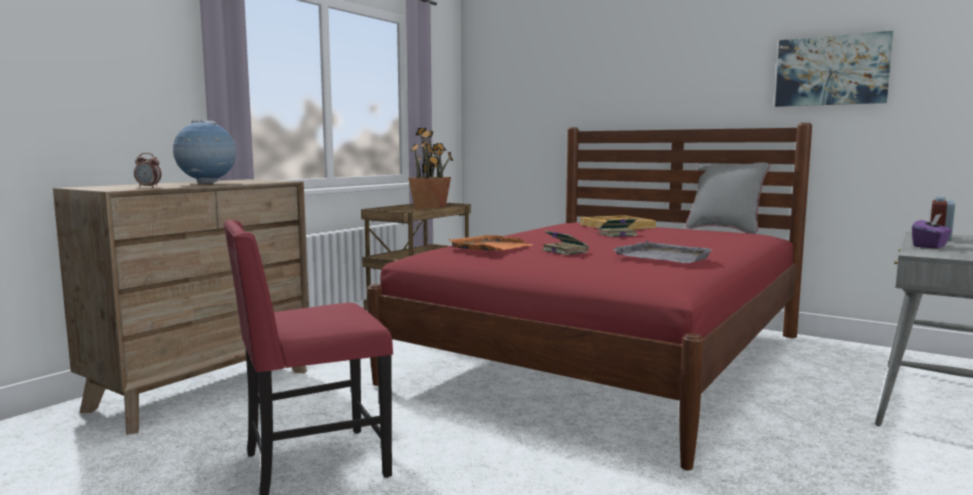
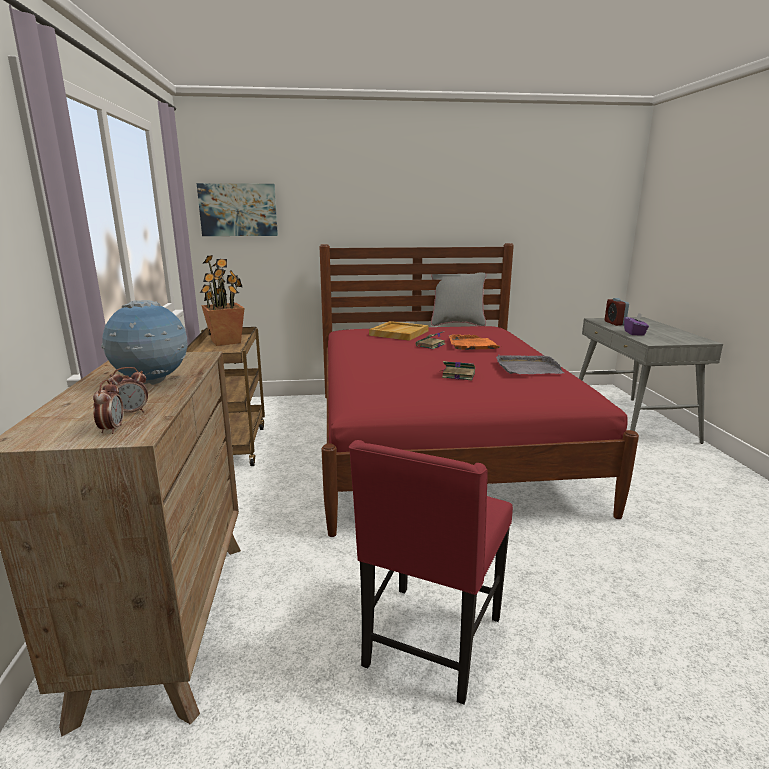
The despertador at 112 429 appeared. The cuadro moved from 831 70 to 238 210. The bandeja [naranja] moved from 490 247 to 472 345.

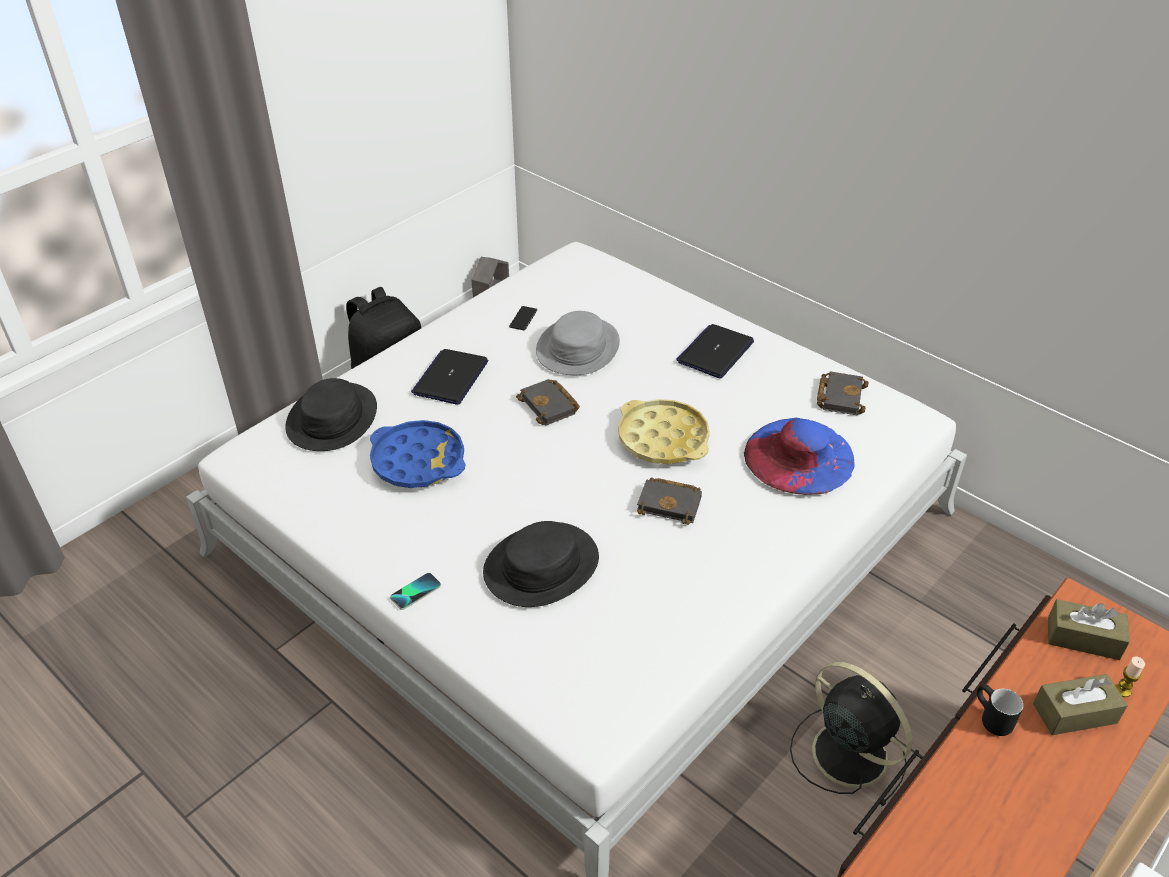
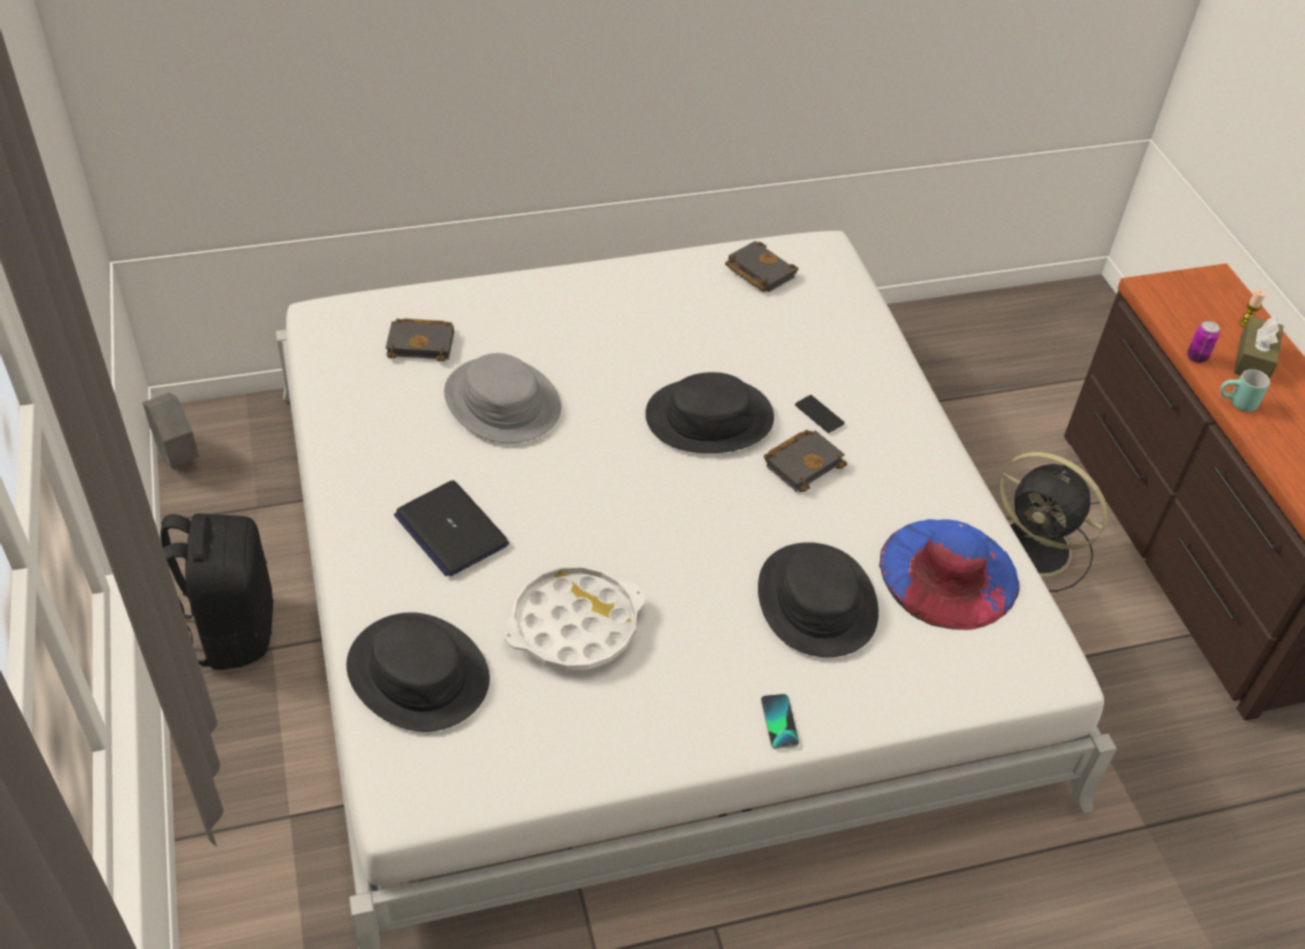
The libro [negro] moved from 550 406 to 422 343. The bandeja [azul] at 418 461 became the bandeja [blanco] at 574 625. The bandeja [amarillo] at 663 438 was replaced by the sombrero [negro] at 709 417. The móvil moved from 523 319 to 819 414. The sombrero [azul] moved from 799 456 to 948 573. The ventilador [negro] at 846 752 turned 135 degrees counterclockwise. The lata at 1196 357 appeared. The taza grande [negro] at 989 719 became the taza grande [turquesa] at 1237 404. The portátil at 715 352 disappeared. The caja de pañuelos [marrón] at 1083 638 disappeared.

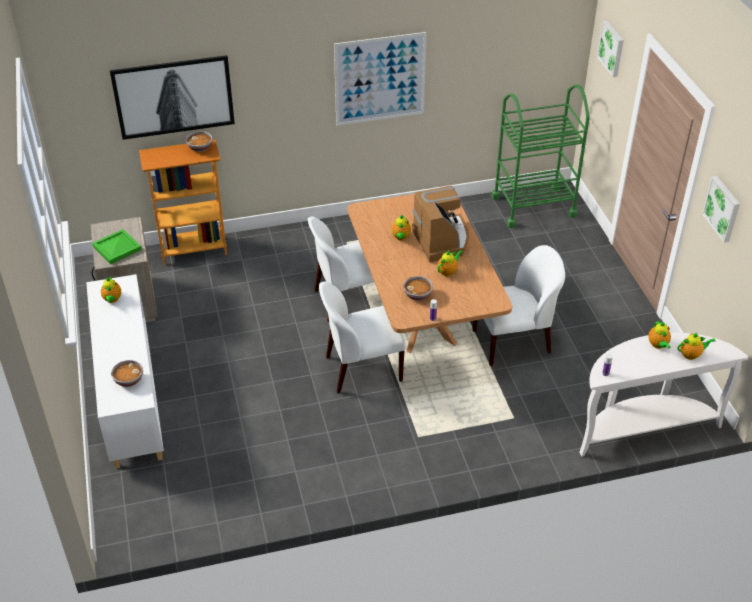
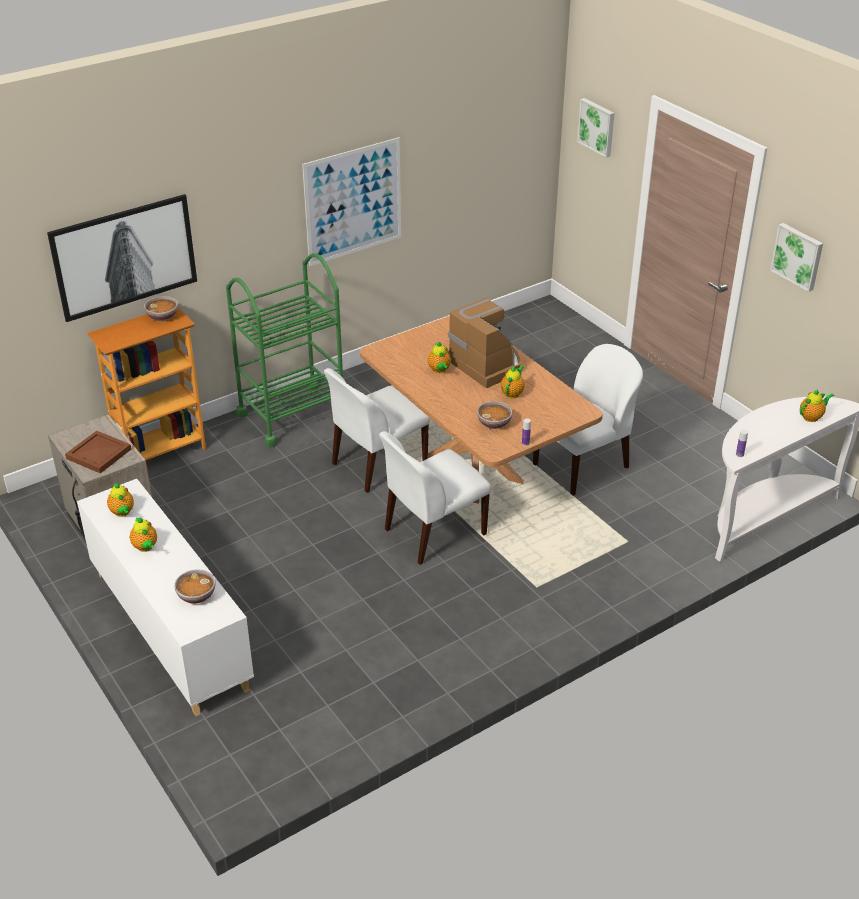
The bandeja [verde] at 117 249 became the bandeja [marrón] at 99 454. The tetera moved from 658 345 to 145 547. The carrito [verde] moved from 533 206 to 292 415.

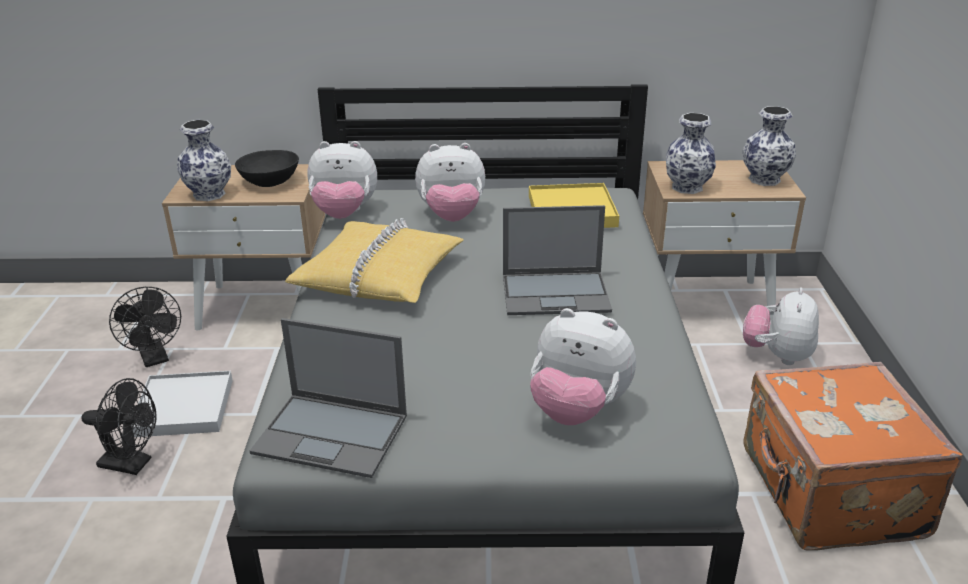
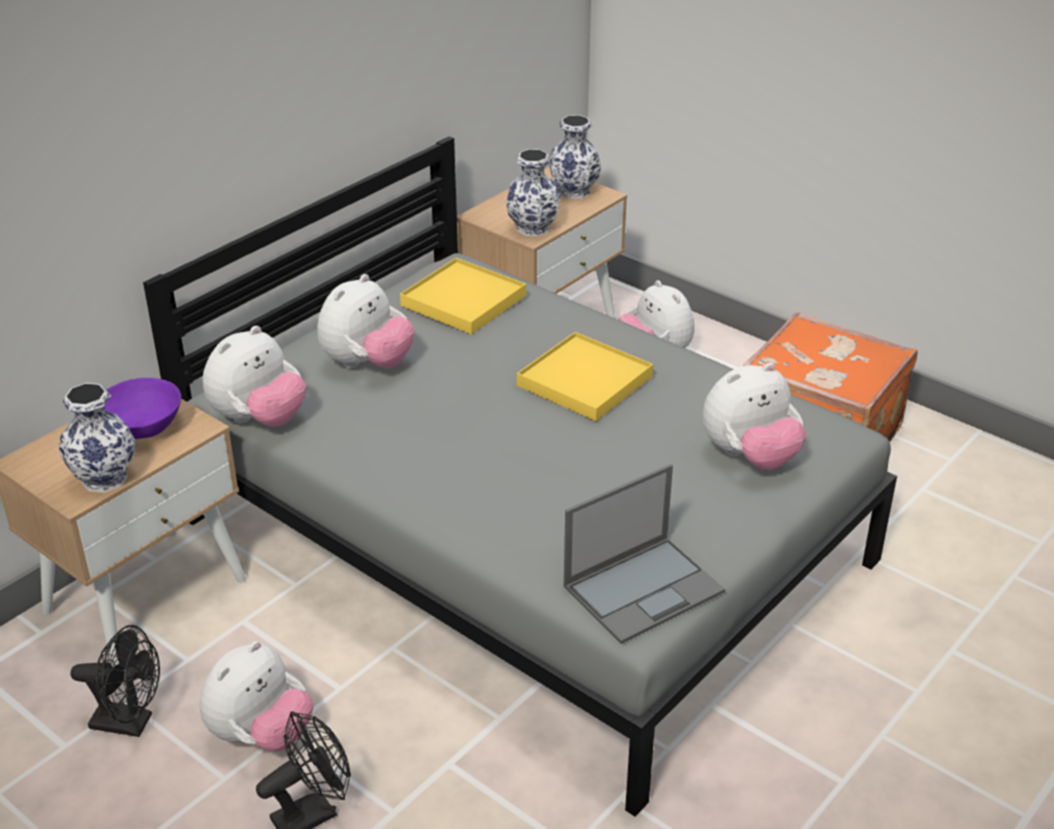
The cuenco [negro] at 270 181 became the cuenco [morado] at 142 427. The bandeja [blanco] at 184 407 was replaced by the peluche at 261 735. The portátil at 556 293 was replaced by the bandeja [amarillo] at 584 381. The cojín [amarillo] at 379 275 disappeared.

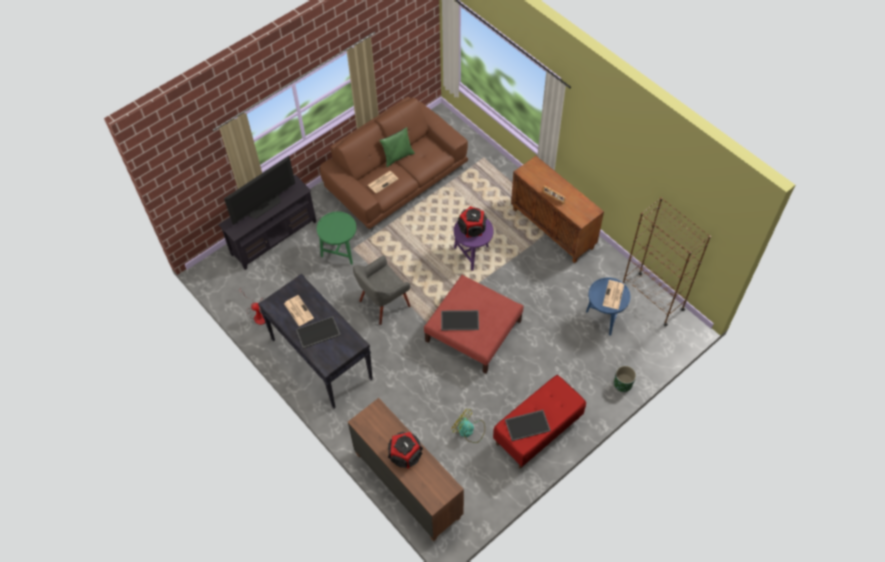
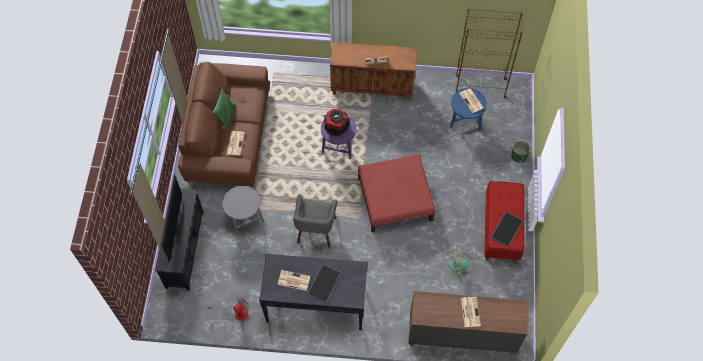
The mesa auxiliar [verde] at 340 251 became the mesa auxiliar [gris] at 245 219. The altavoz at 405 454 was replaced by the periódico at 470 311. The bandeja at 460 320 disappeared.

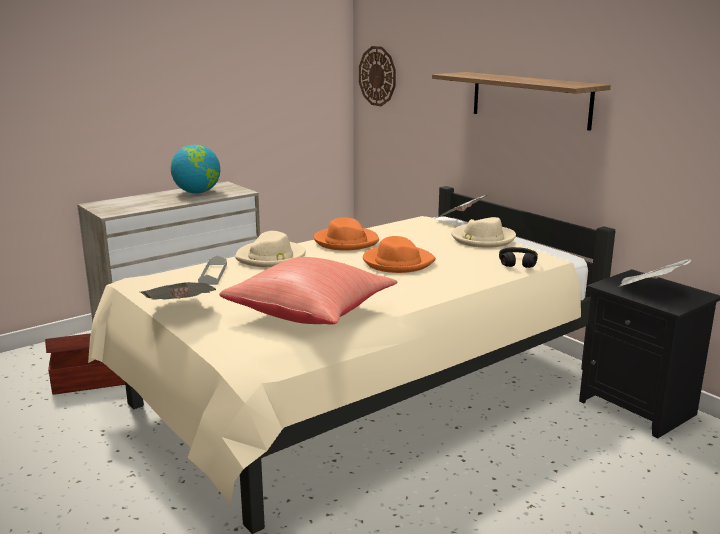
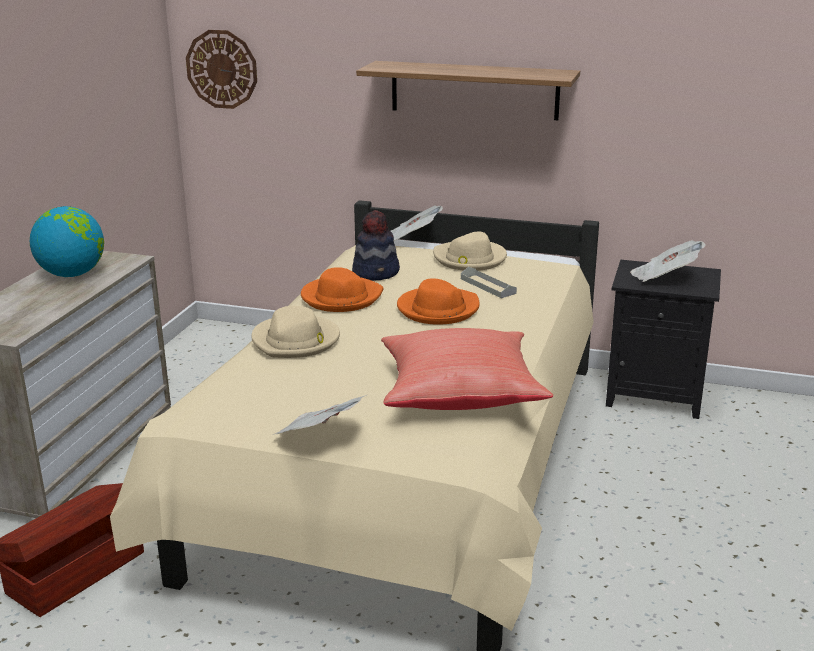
The sombrero at 376 273 appeared. The bandeja [gris] moved from 213 274 to 488 286. The auriculares [negro] at 517 263 disappeared.

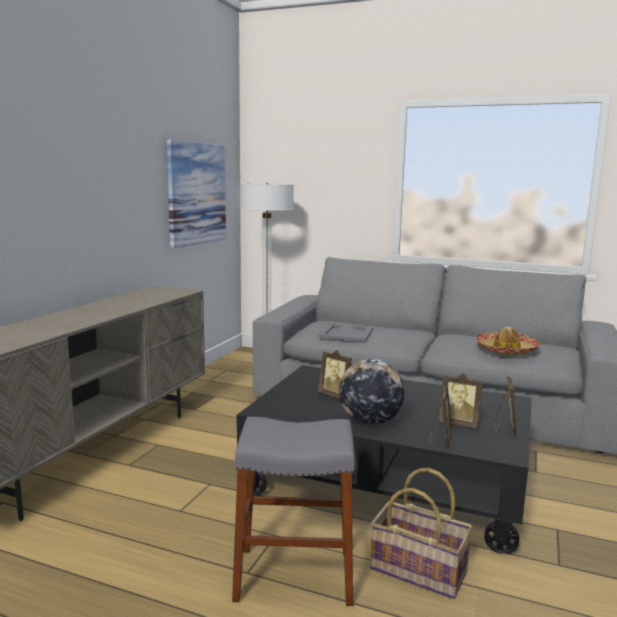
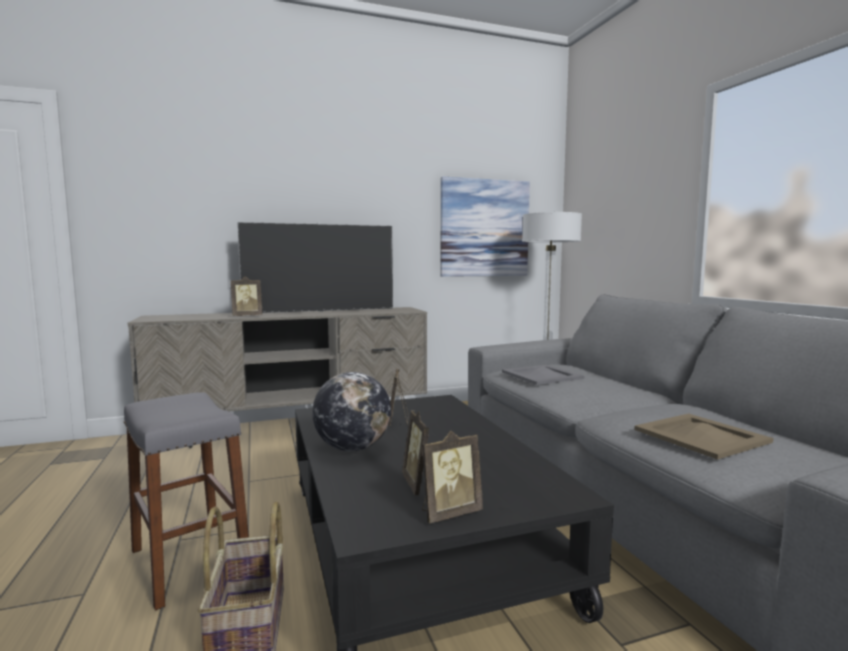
The portarretratos moved from 440 439 to 247 316. The televisor at 320 311 appeared. The sombrero at 506 350 was replaced by the bandeja [beis] at 699 435.

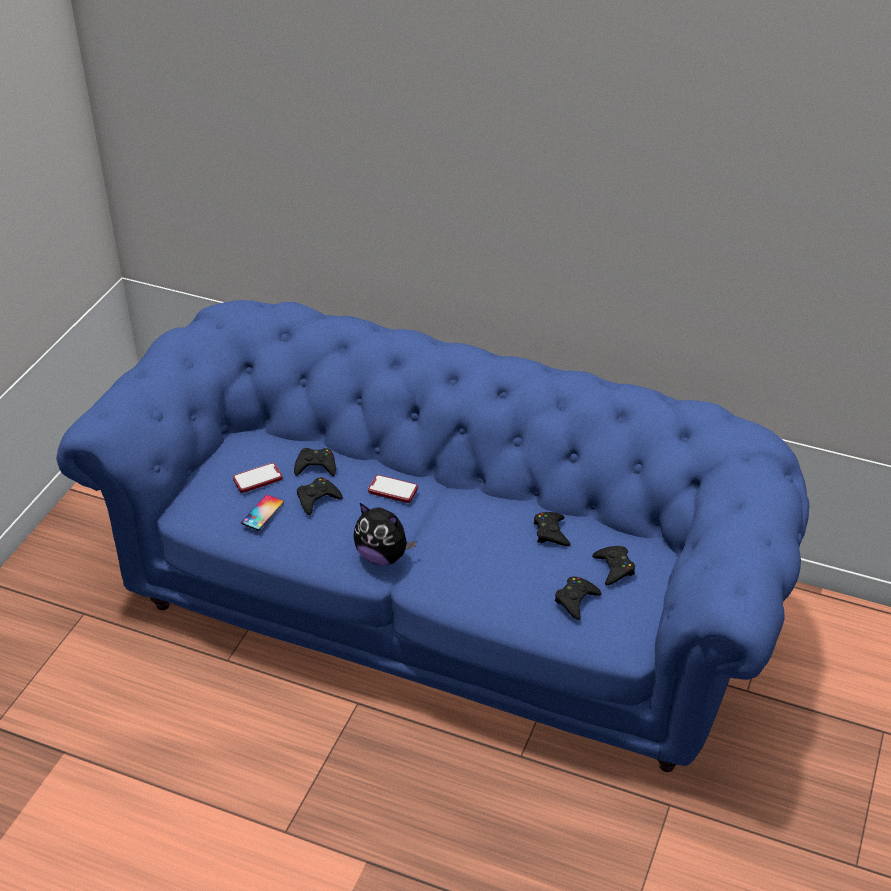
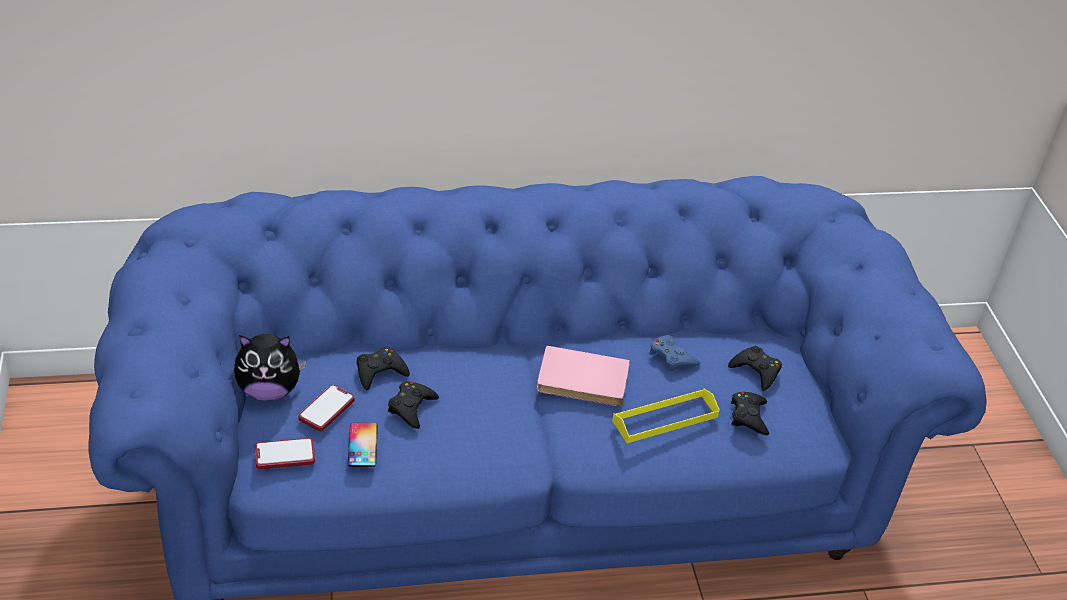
The peluche moved from 383 556 to 269 390. The móvil moved from 393 490 to 285 455. The libro [rosa] at 582 381 appeared. The bandeja [amarillo] at 665 419 appeared. The mando de consola [negro] at 551 532 became the mando de consola [azul] at 671 357.

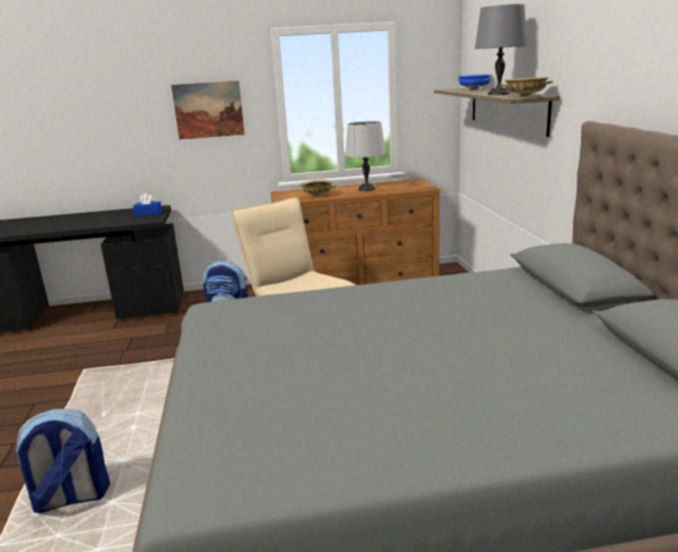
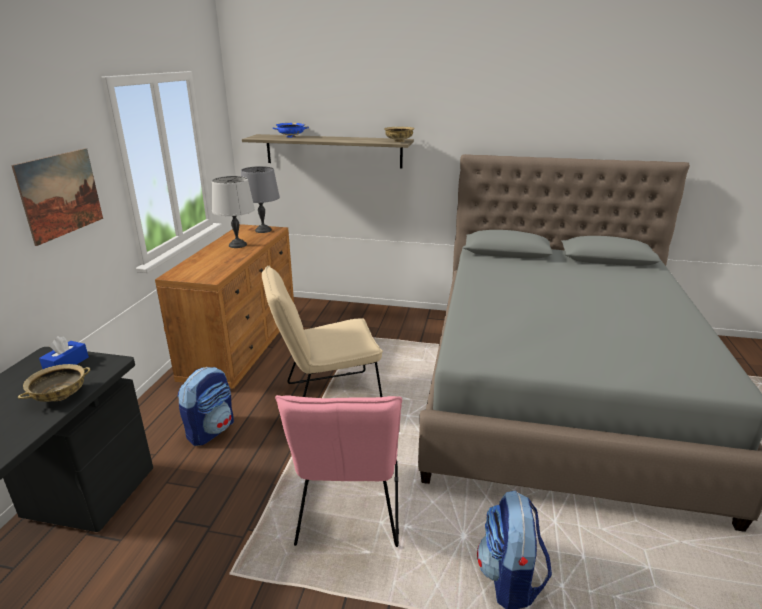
The cuenco [beis] moved from 317 195 to 59 396. The lámpara de mesa [gris] moved from 499 94 to 263 230. The silla [rosa] at 348 511 appeared.

